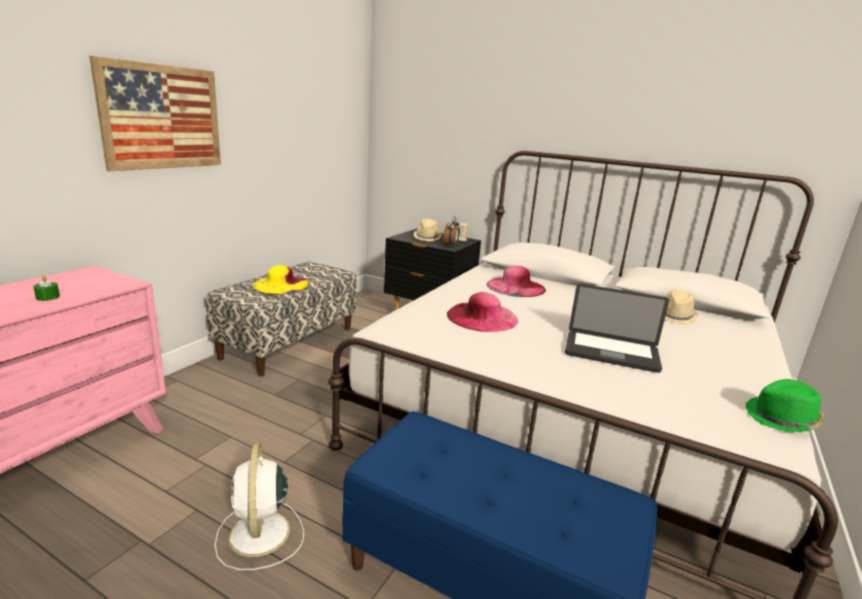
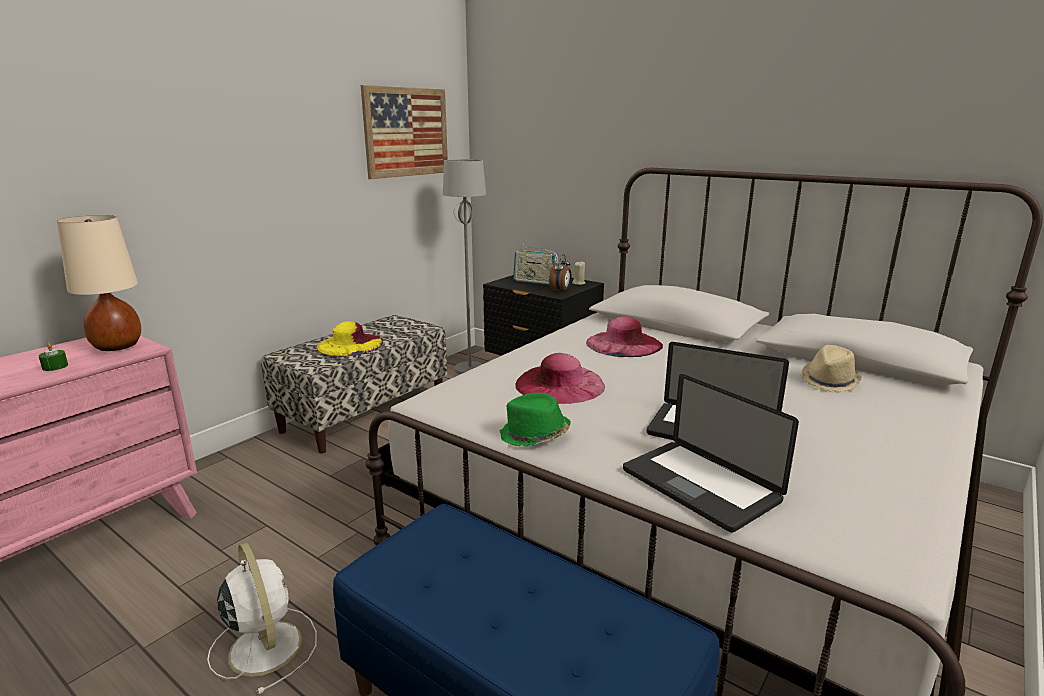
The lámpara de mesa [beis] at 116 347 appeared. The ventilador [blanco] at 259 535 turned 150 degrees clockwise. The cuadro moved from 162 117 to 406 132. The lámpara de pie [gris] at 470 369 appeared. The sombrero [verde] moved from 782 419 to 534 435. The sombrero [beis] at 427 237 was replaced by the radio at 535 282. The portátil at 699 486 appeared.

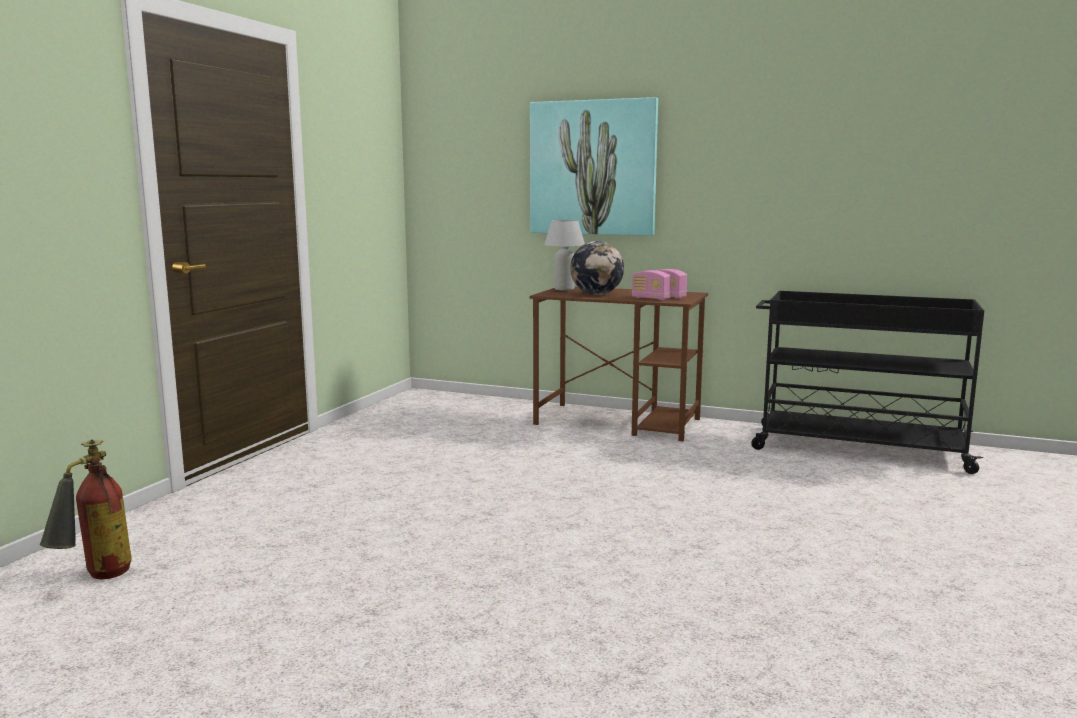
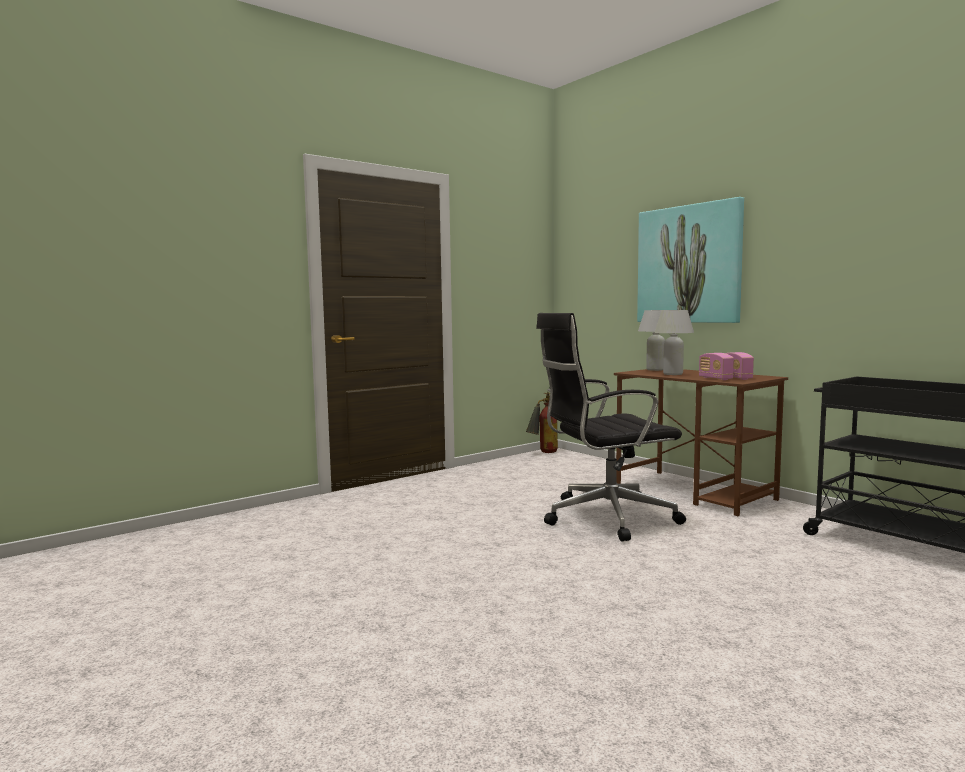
The extintor moved from 95 579 to 543 452. The silla de oficina [negro] at 605 517 appeared. The globo terráqueo at 596 294 was replaced by the lámpara de mesa [blanco] at 673 374.

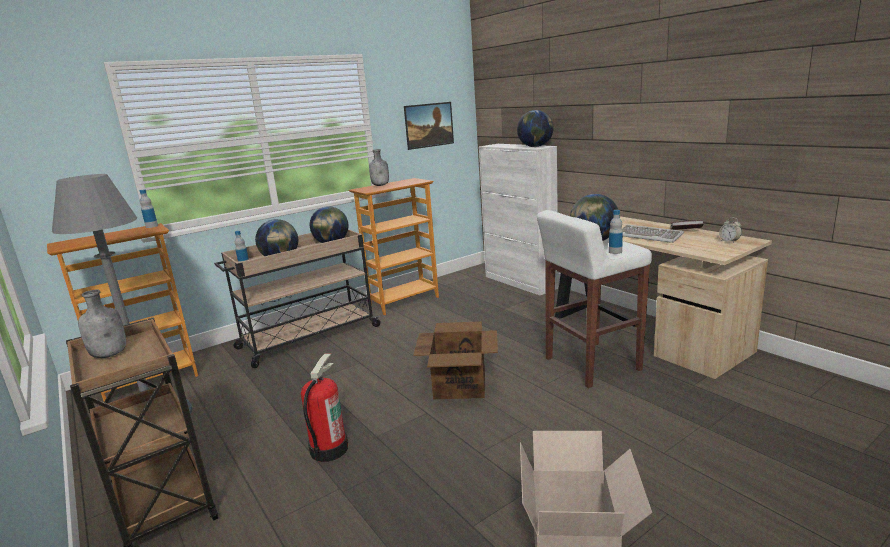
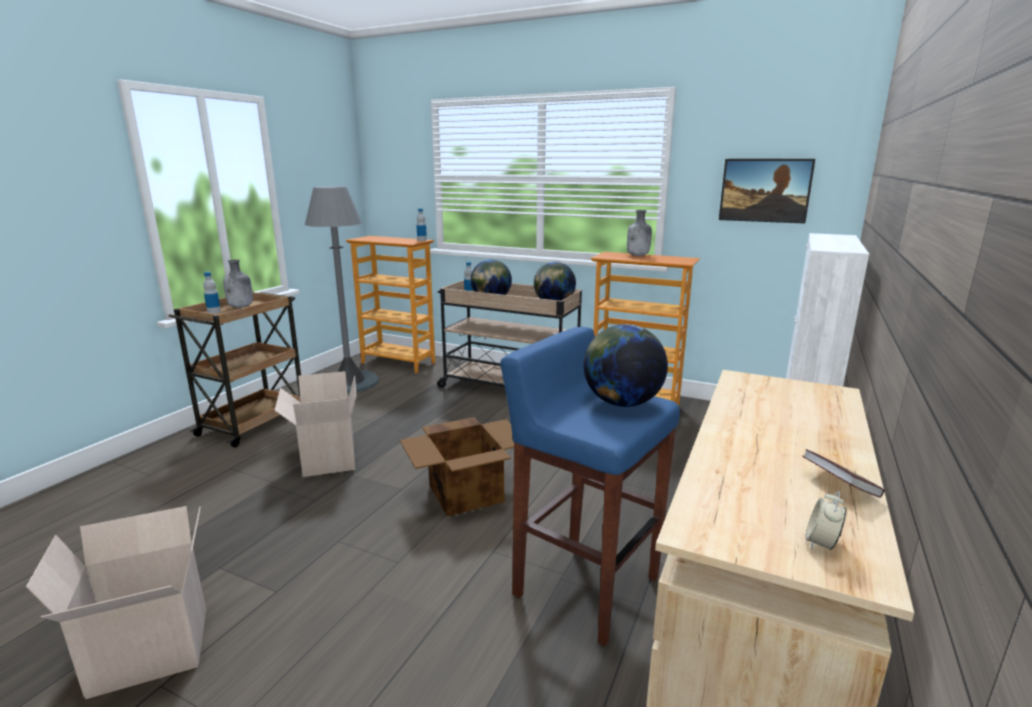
The botella moved from 615 252 to 214 312. The extintor at 328 449 was replaced by the caja de cartón at 327 459. The taburete [blanco] at 590 364 became the taburete [azul] at 584 585. The globo terráqueo at 535 147 disappeared. The teclado at 649 236 disappeared.

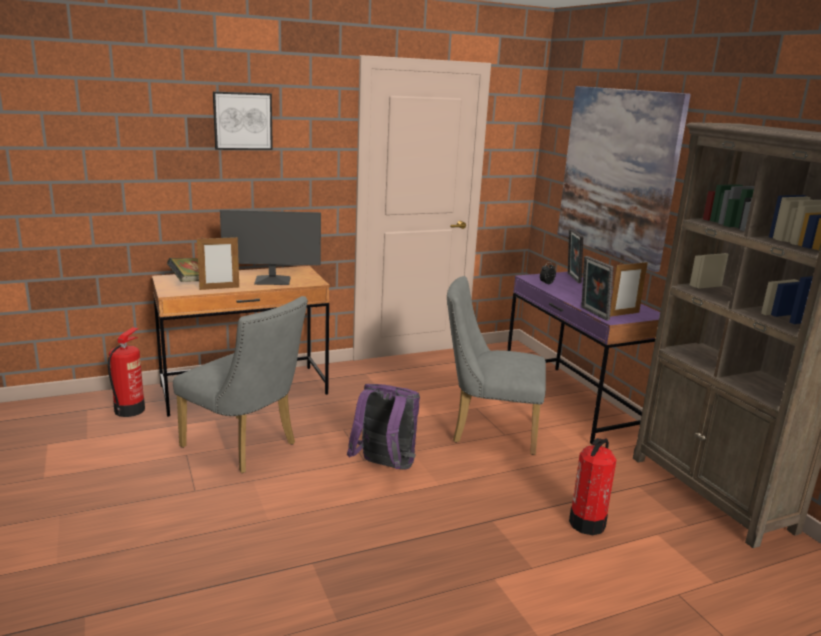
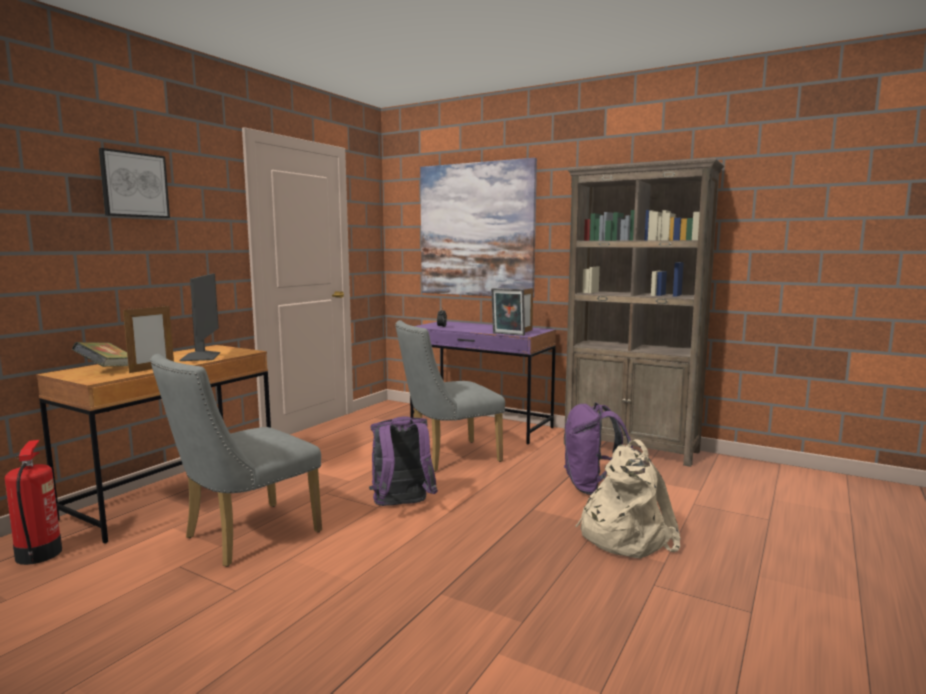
The silla [gris] at 245 447 turned 135 degrees clockwise. The monitor at 272 281 turned 60 degrees counterclockwise. The extintor at 587 523 was replaced by the mochila [morado] at 592 487. The mochila [beis] at 624 536 appeared. The portarretratos at 572 278 disappeared.

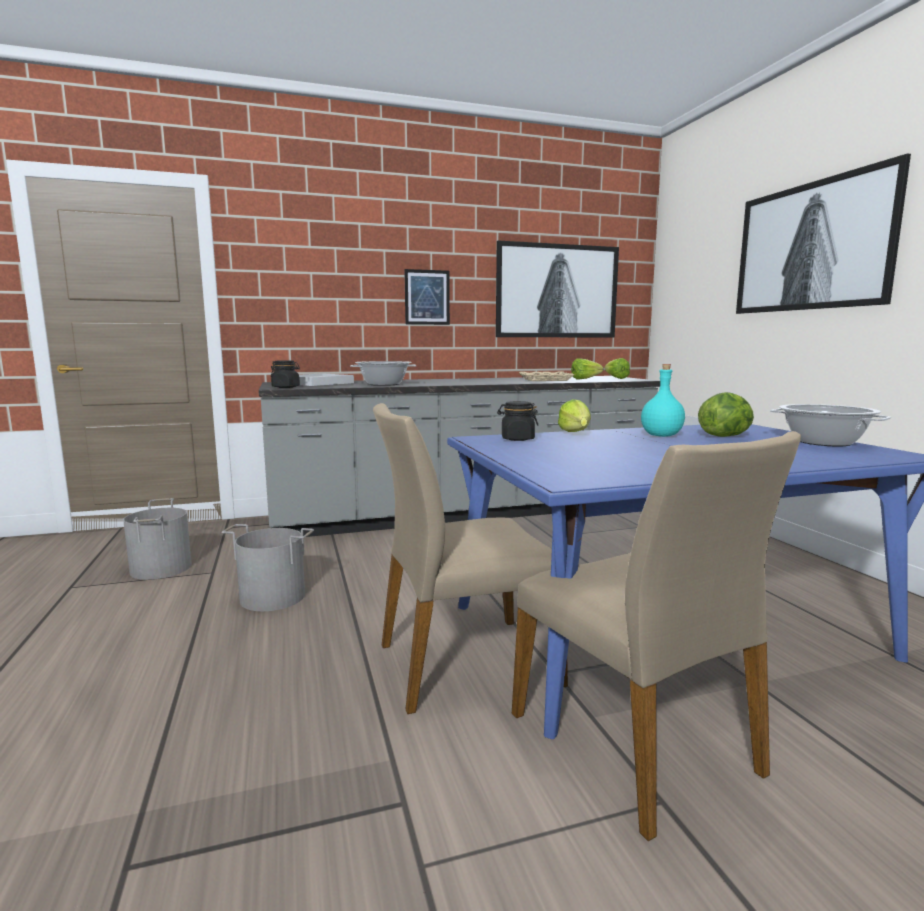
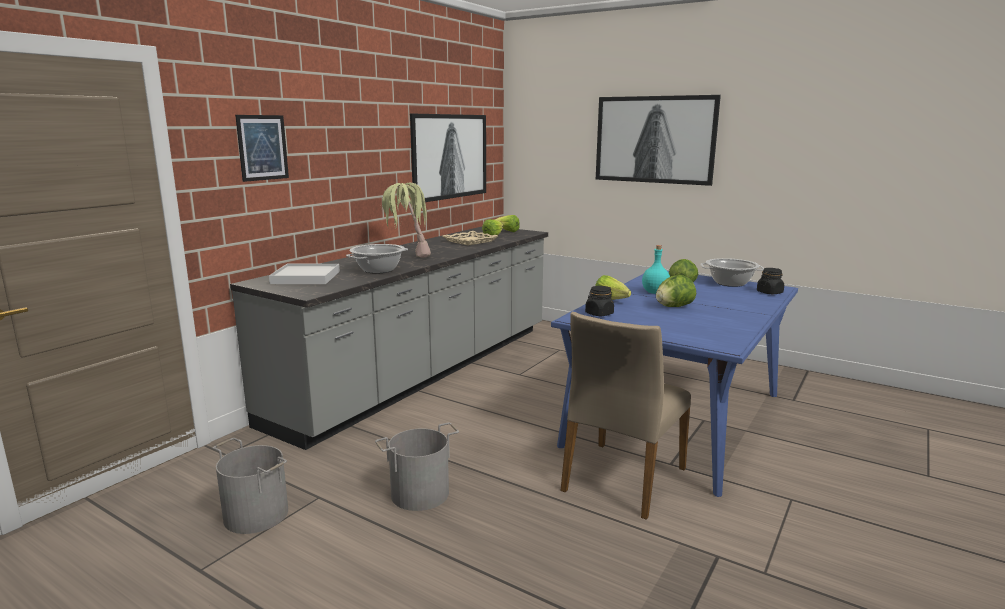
The cuadro moved from 427 297 to 262 147. The planta en maceta at 406 257 appeared. The lechuga at 673 307 appeared. The tarro [negro] moved from 286 387 to 769 292. The silla [beis] at 636 742 disappeared.

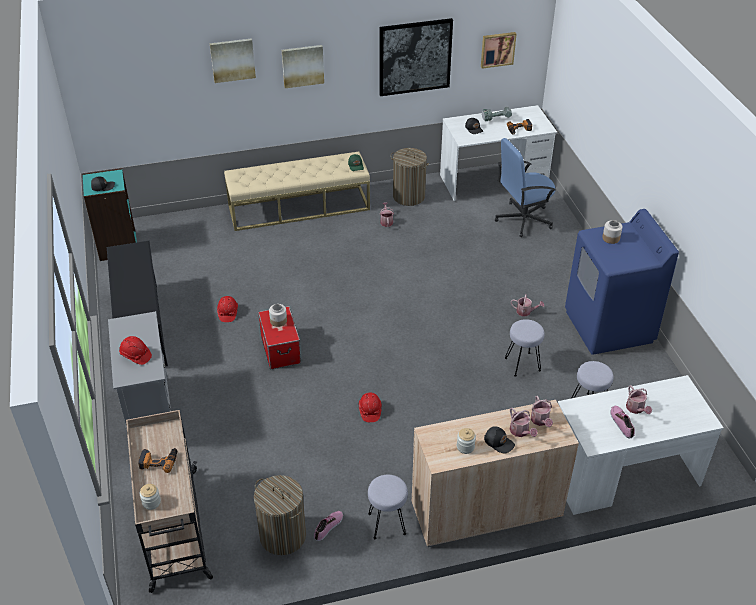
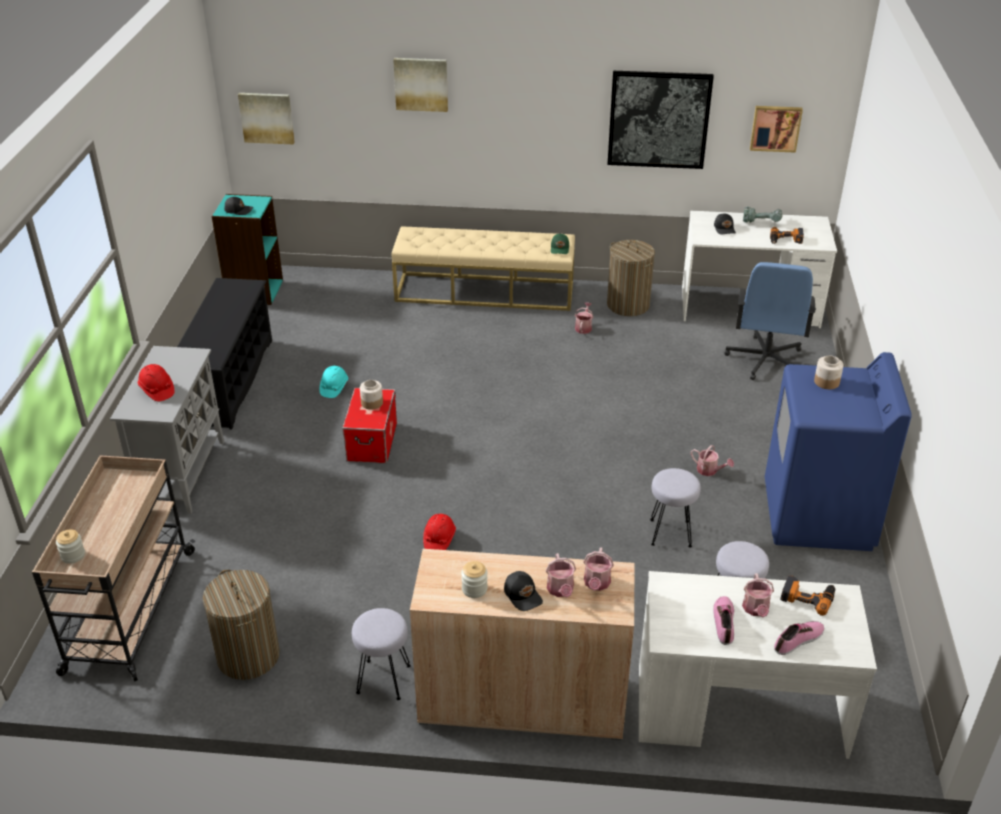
The cuadro moved from 302 65 to 267 117. The casco [rojo] at 227 313 became the casco [turquesa] at 334 388. The silla de oficina [azul] at 523 219 turned 75 degrees counterclockwise. The zapato moved from 328 527 to 798 640. The taladro moved from 159 461 to 807 597.

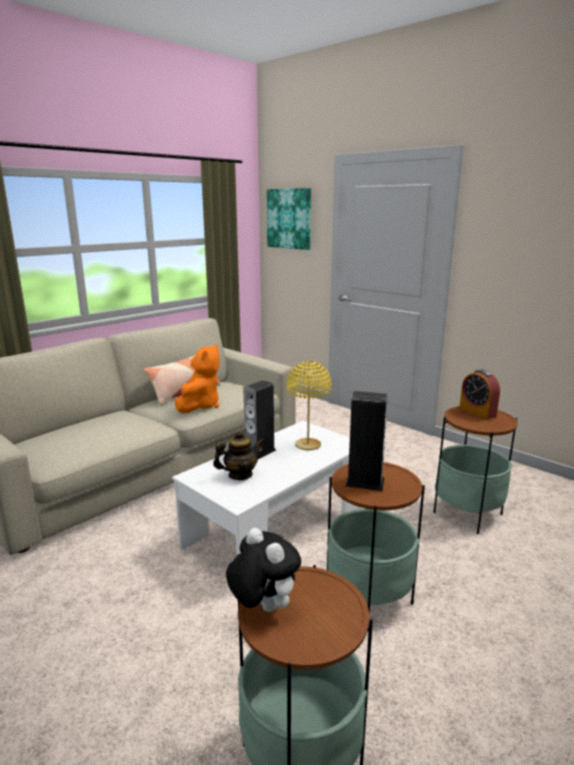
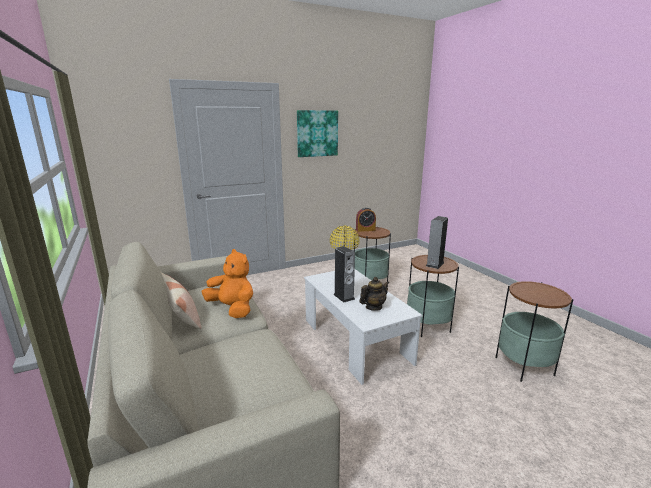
The cuadro moved from 289 218 to 317 133. The tetera at 240 475 turned 60 degrees clockwise. The peluche at 262 607 disappeared.

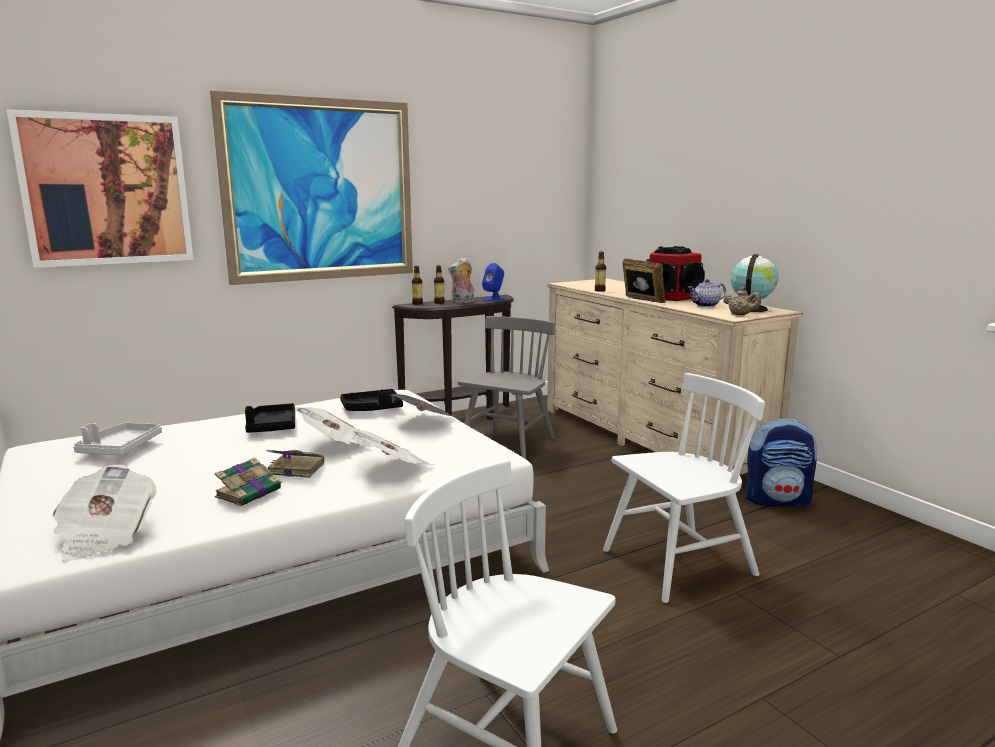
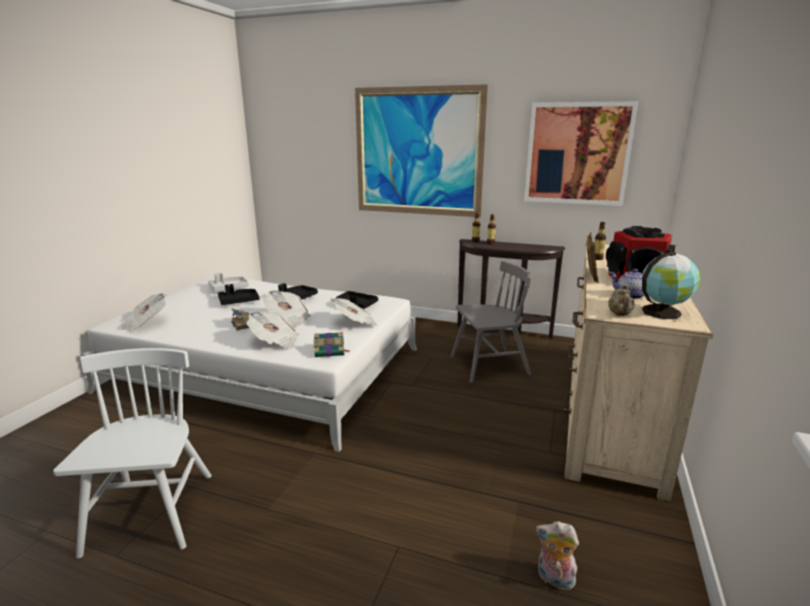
The bandeja [negro] at 238 301 appeared. The libro moved from 249 492 to 330 351. The cuadro moved from 106 190 to 577 154. The peluche moved from 462 302 to 554 579. The altavoz [azul] at 494 299 disappeared. The silla [blanco] at 678 563 disappeared. The mochila at 777 500 disappeared.

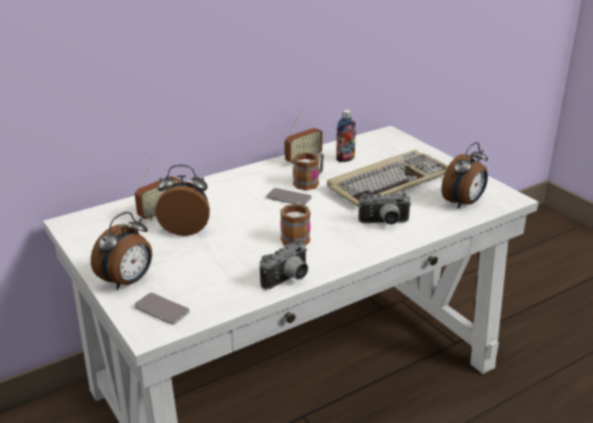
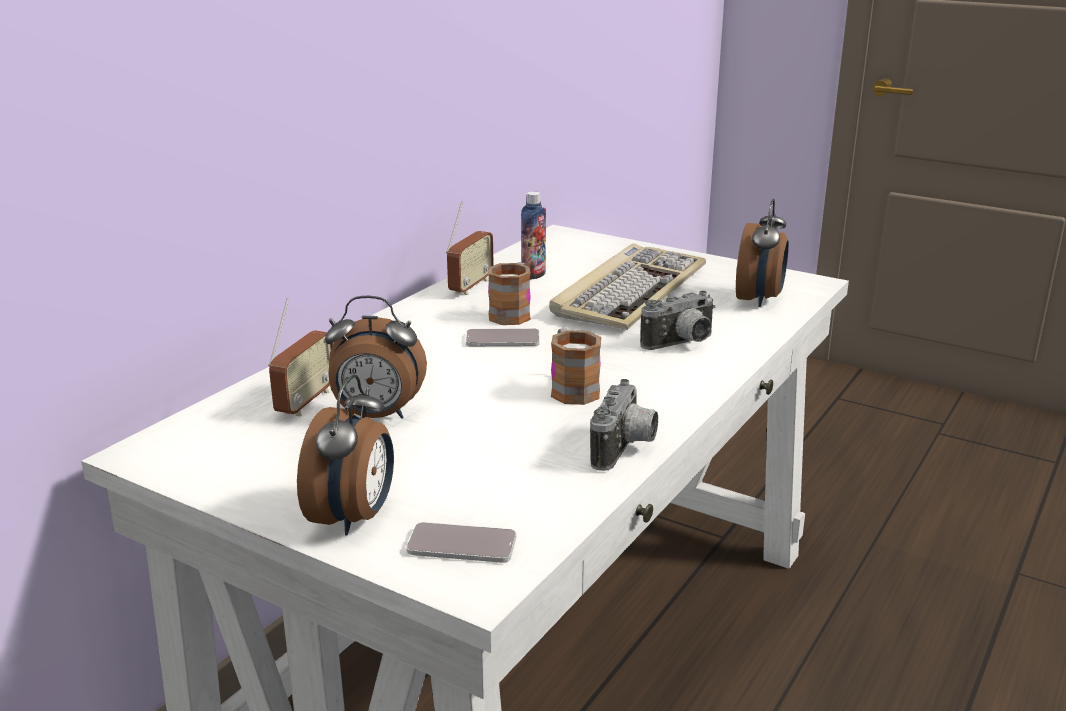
The despertador at 185 229 turned 150 degrees counterclockwise.

